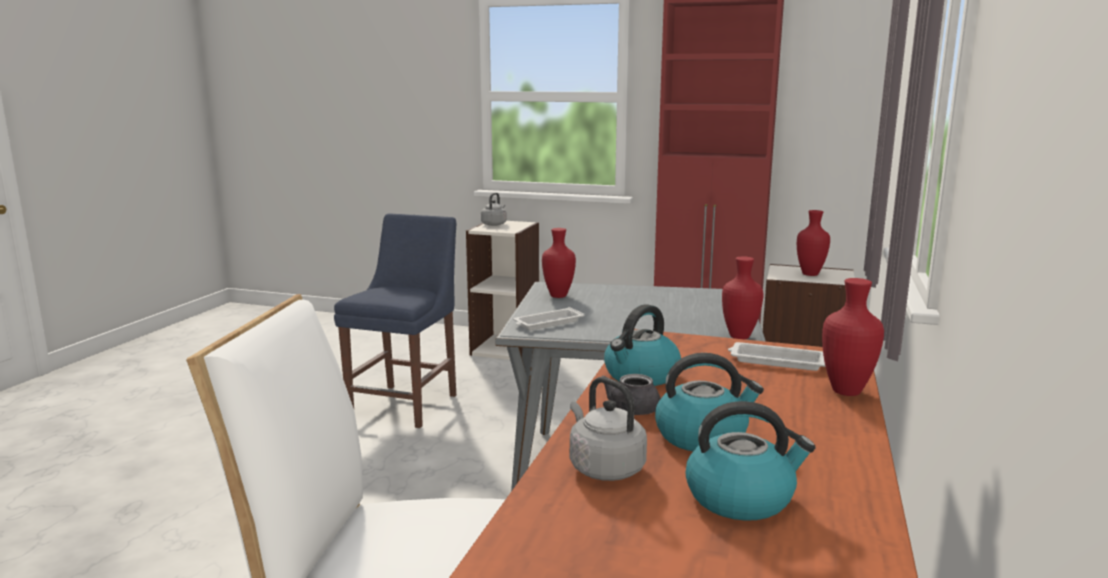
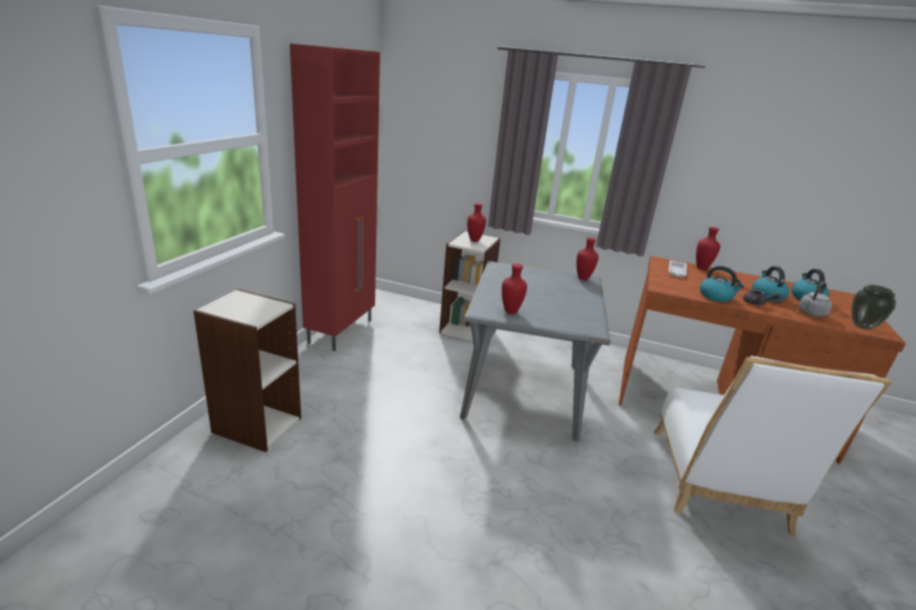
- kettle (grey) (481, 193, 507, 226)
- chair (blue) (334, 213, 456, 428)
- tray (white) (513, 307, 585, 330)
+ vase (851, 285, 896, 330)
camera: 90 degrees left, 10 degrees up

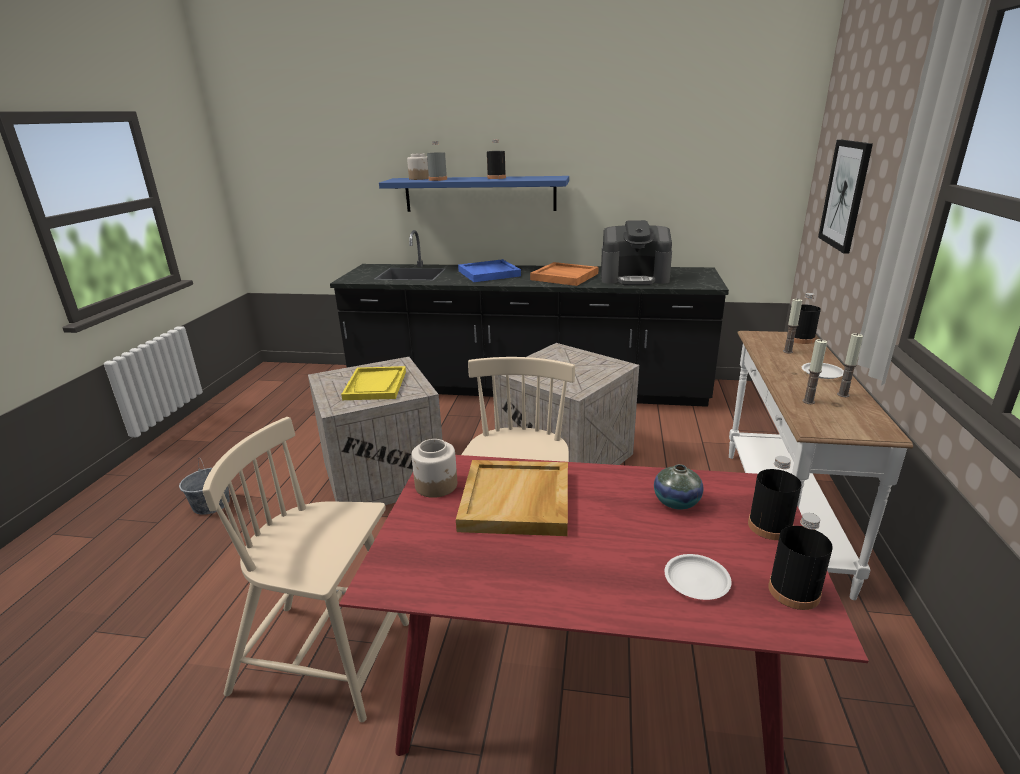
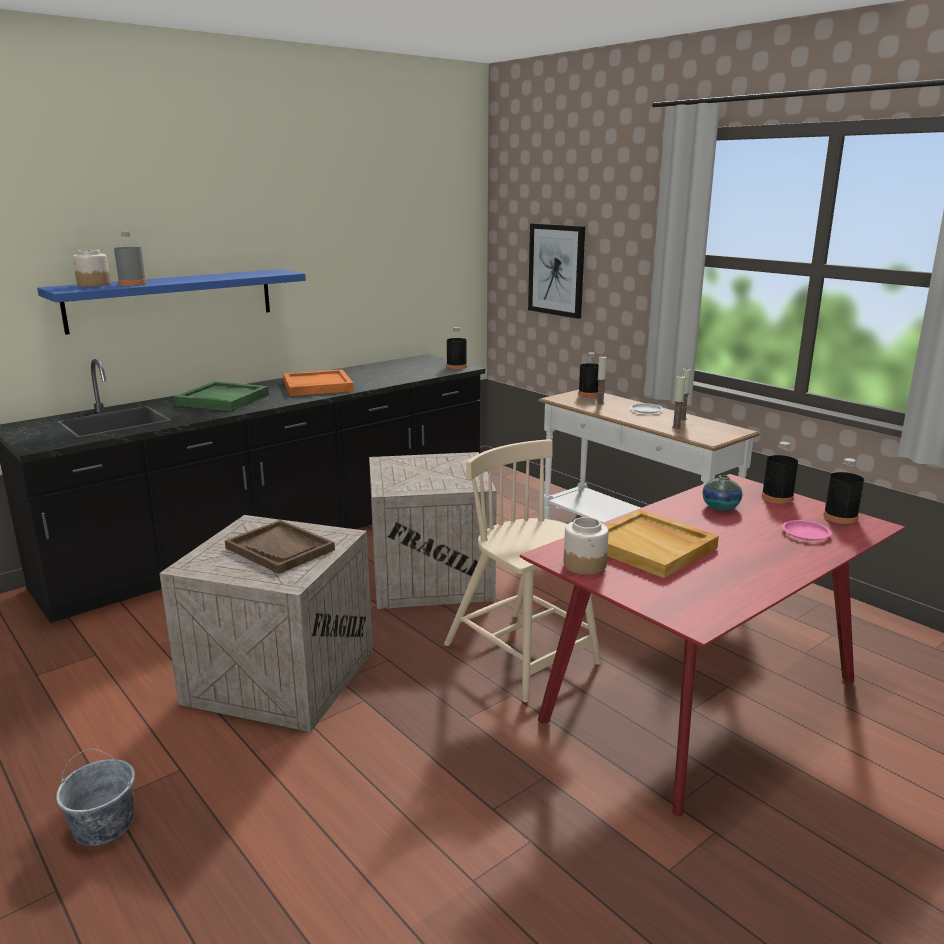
~ bottle (black) (487, 139, 506, 179) to (447, 327, 467, 369)
- coffee machine (601, 220, 672, 285)
~ tray (blue) (458, 259, 521, 282) to tray (green) (174, 381, 269, 411)
~ tray (yellow) (341, 366, 406, 400) to tray (brown) (225, 520, 335, 574)
- chair (beige) (202, 417, 409, 722)
~ plate (white) (665, 554, 732, 600) to plate (pink) (782, 520, 832, 540)
camera: 50 degrees left, 5 degrees down

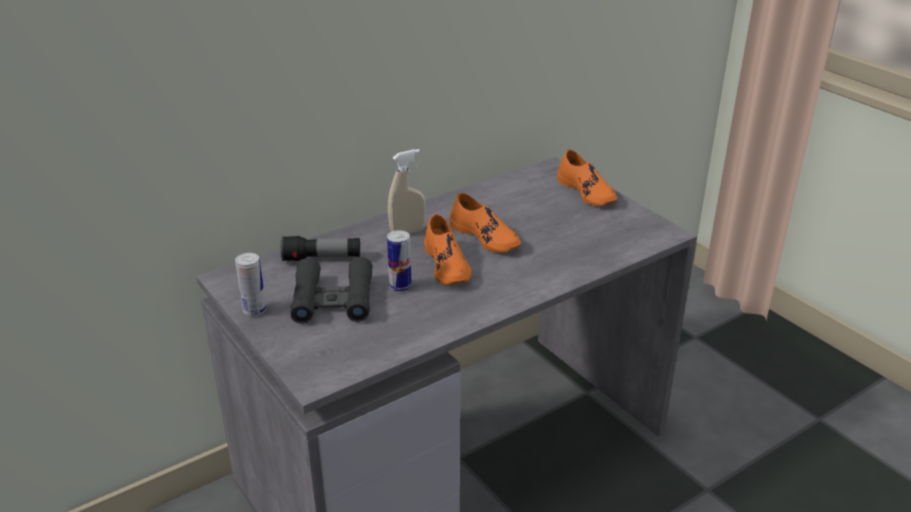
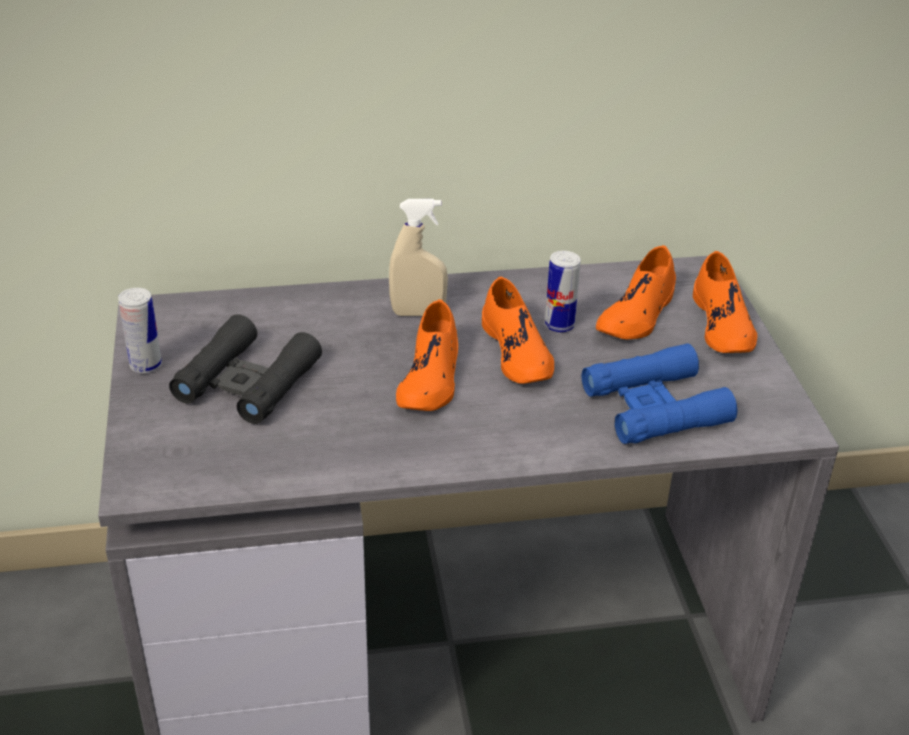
~ can (387, 230, 412, 292) to (545, 251, 581, 333)
- flashlight (281, 236, 360, 261)
+ shoe (orange) (596, 245, 676, 339)
+ binoculars (blue) (582, 343, 737, 444)
camera: 25 degrees right, 5 degrees up

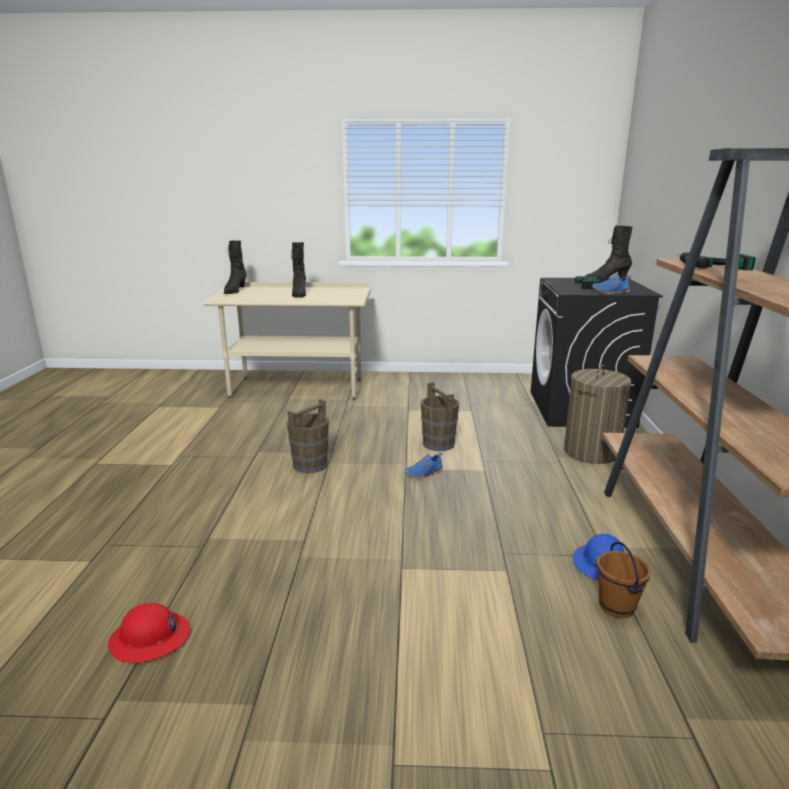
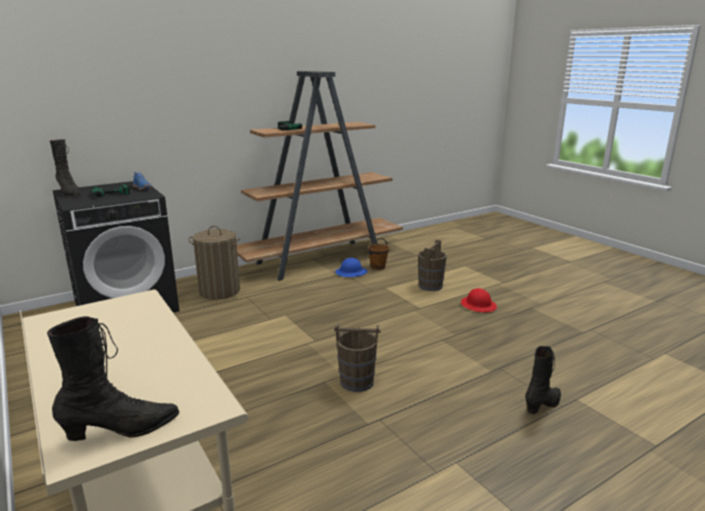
~ boot (black) (291, 242, 306, 298) to (525, 346, 561, 414)
~ bucket (brown) (421, 382, 459, 451) to (418, 240, 447, 291)
- shoe (blue) (405, 453, 443, 479)
~ hard hat (red) (108, 603, 190, 663) to (461, 288, 497, 312)
camera: 125 degrees left, 0 degrees up

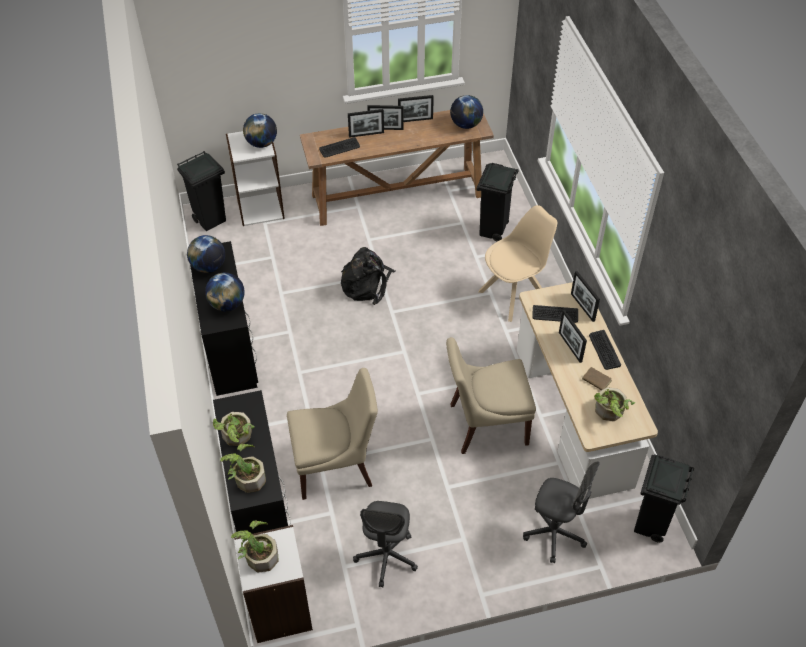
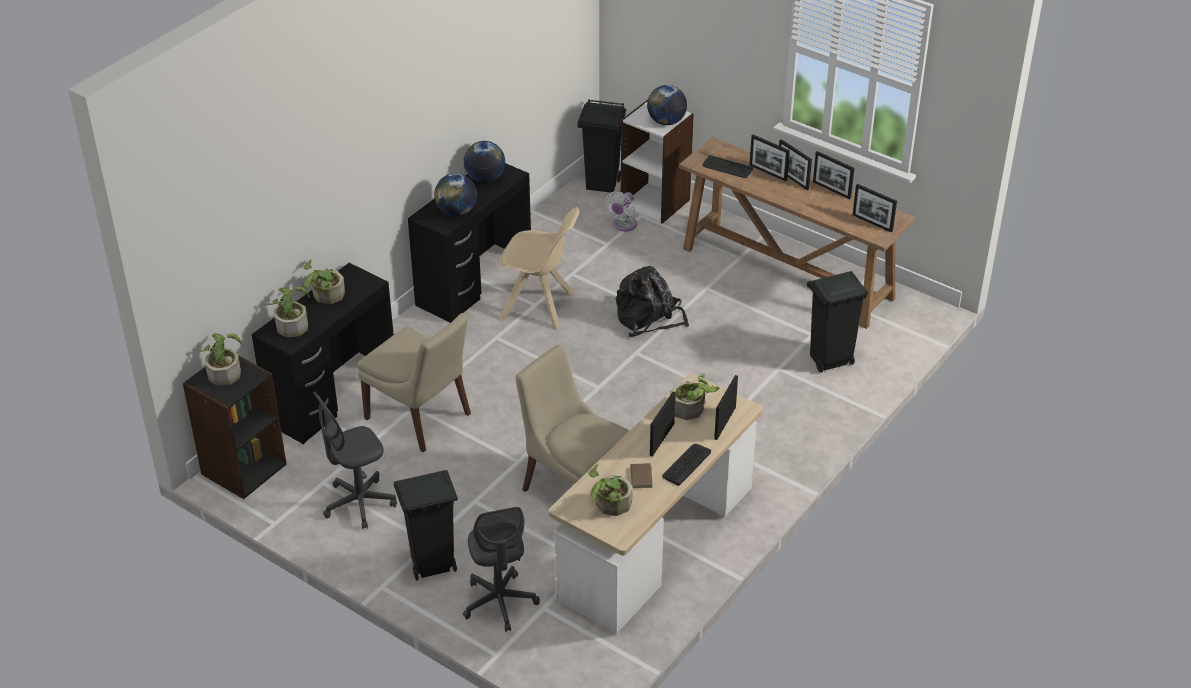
~ globe (450, 95, 483, 129) to picture frame (853, 184, 897, 233)
~ chair (beige) (479, 205, 557, 322) to (499, 207, 580, 329)
~ keyboard (532, 305, 578, 323) to potted plant (670, 373, 720, 420)
~ trash can (black) (634, 454, 694, 543) to (394, 470, 458, 580)
~ bookcase (white) (234, 525, 313, 643) to bookcase (black) (183, 355, 287, 499)
+ fan (white) (605, 191, 637, 231)
camera: 50 degrees right, 10 degrees down

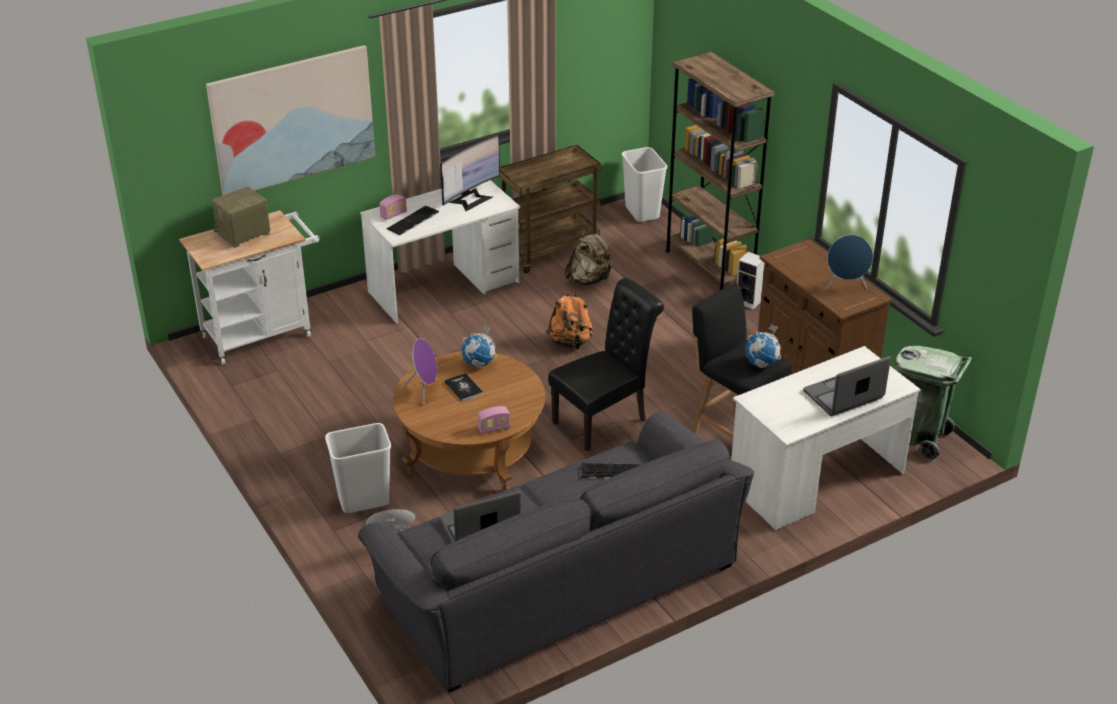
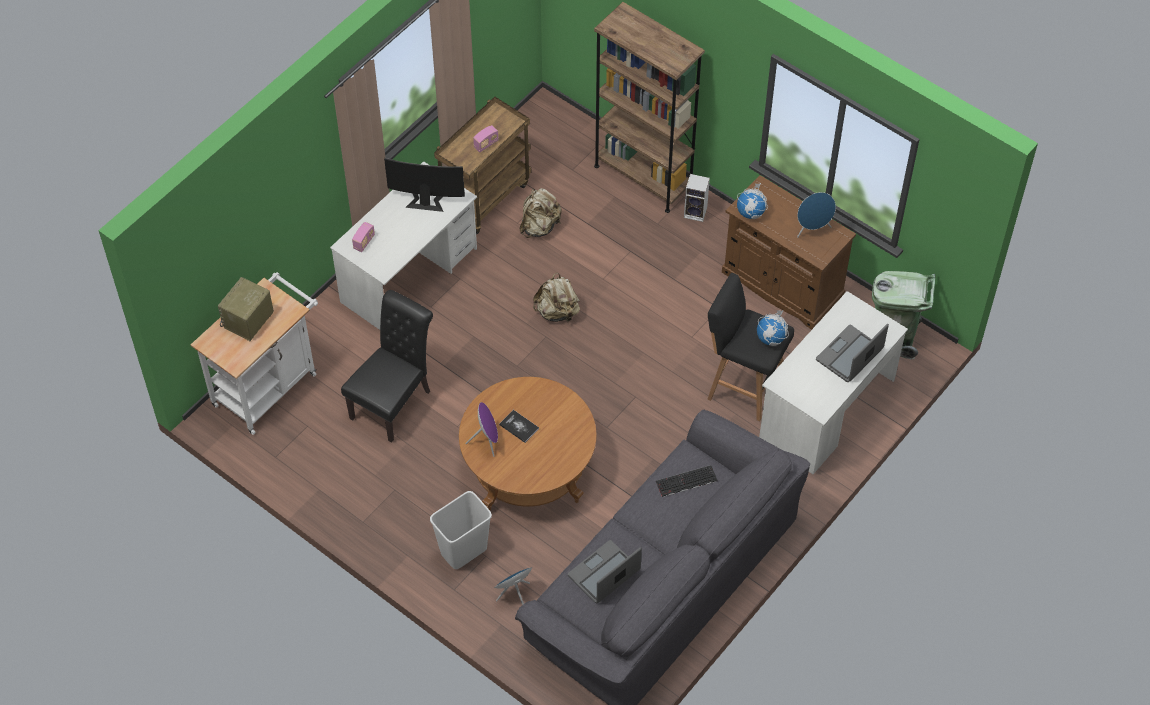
- picture (206, 45, 375, 195)
~ monitor (440, 135, 500, 211) = (384, 158, 465, 212) 105 degrees counterclockwise
- trash can (white) (621, 147, 667, 222)
- keyboard (387, 206, 439, 235)
~ chair (black) (548, 278, 664, 451) to (341, 290, 433, 443)
~ backpack (orange) (546, 289, 593, 350) to backpack (beige) (533, 272, 580, 322)
~ globe (462, 325, 497, 368) to (737, 183, 768, 219)
~ radio (478, 406, 510, 434) to (473, 125, 499, 152)
camera: 20 degrees left, 20 degrees up

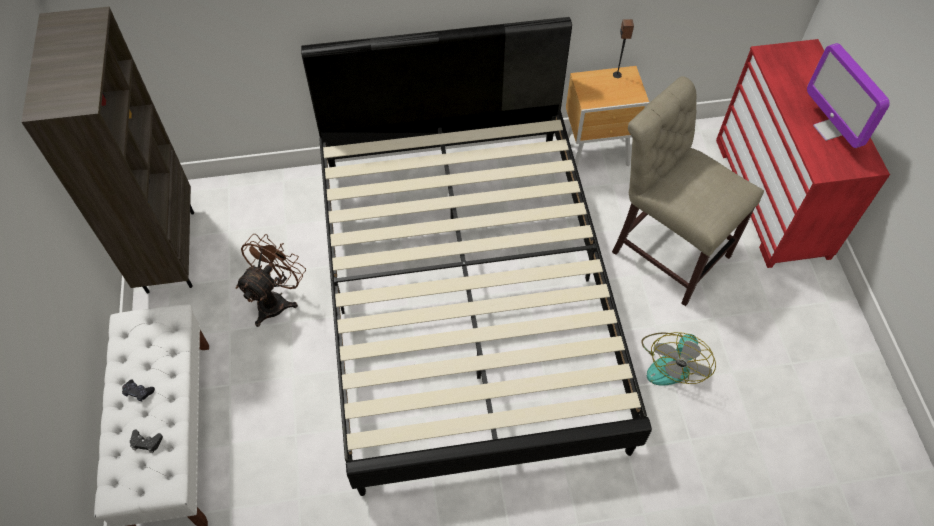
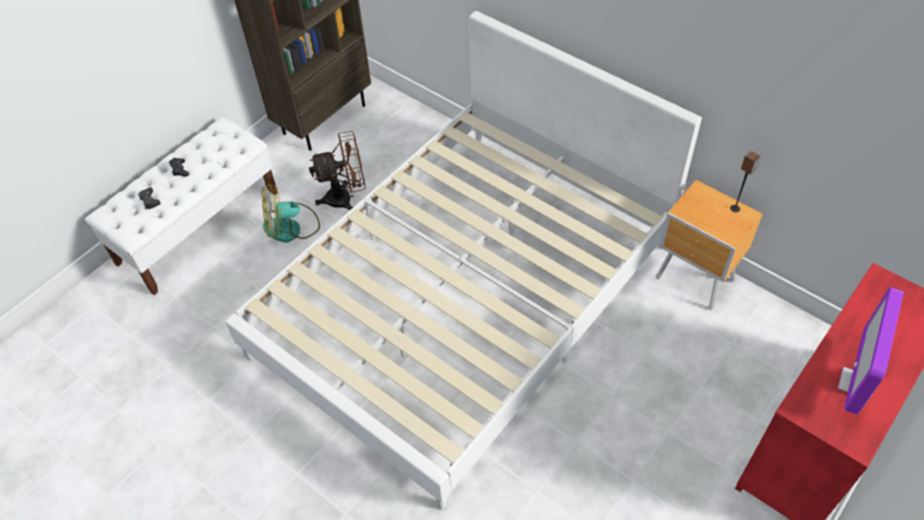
~ bed (black) (301, 17, 652, 496) to bed (white) (226, 11, 702, 510)
- chair (beige) (612, 76, 764, 306)
~ fan (641, 332, 716, 385) to (262, 183, 320, 242)
camera: 50 degrees right, 5 degrees down

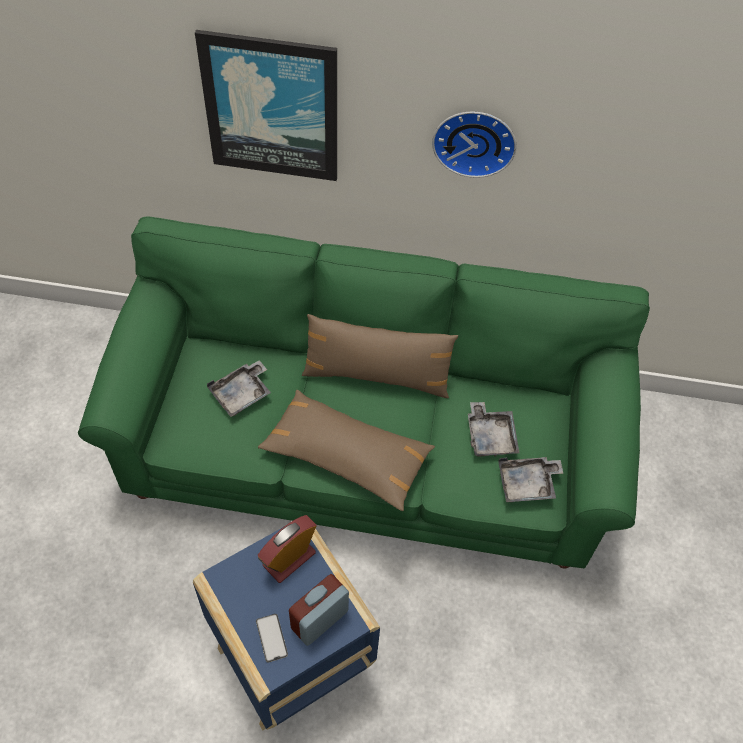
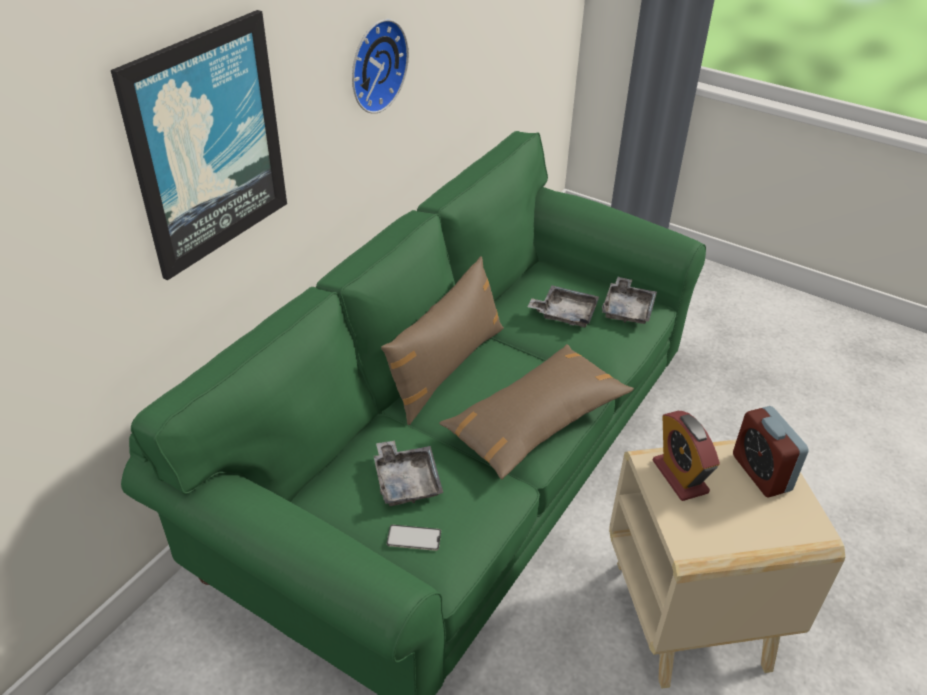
~ side table (blue) (193, 526, 380, 731) to side table (beige) (609, 440, 845, 689)
~ phone (256, 614, 288, 662) to (387, 525, 441, 551)
camera: 65 degrees left, 15 degrees down

